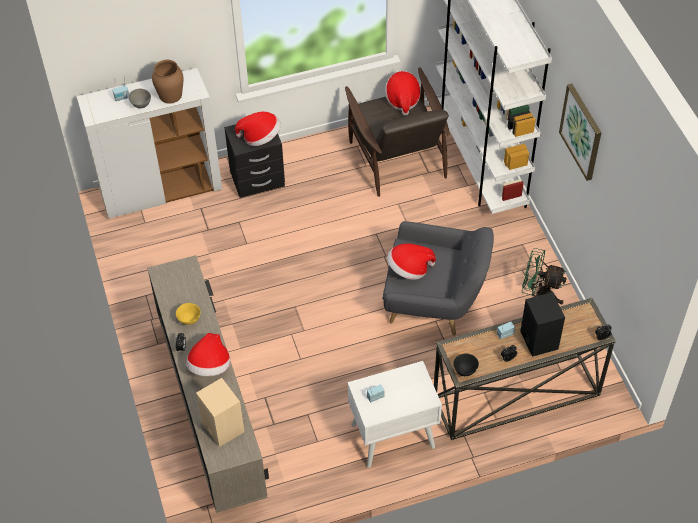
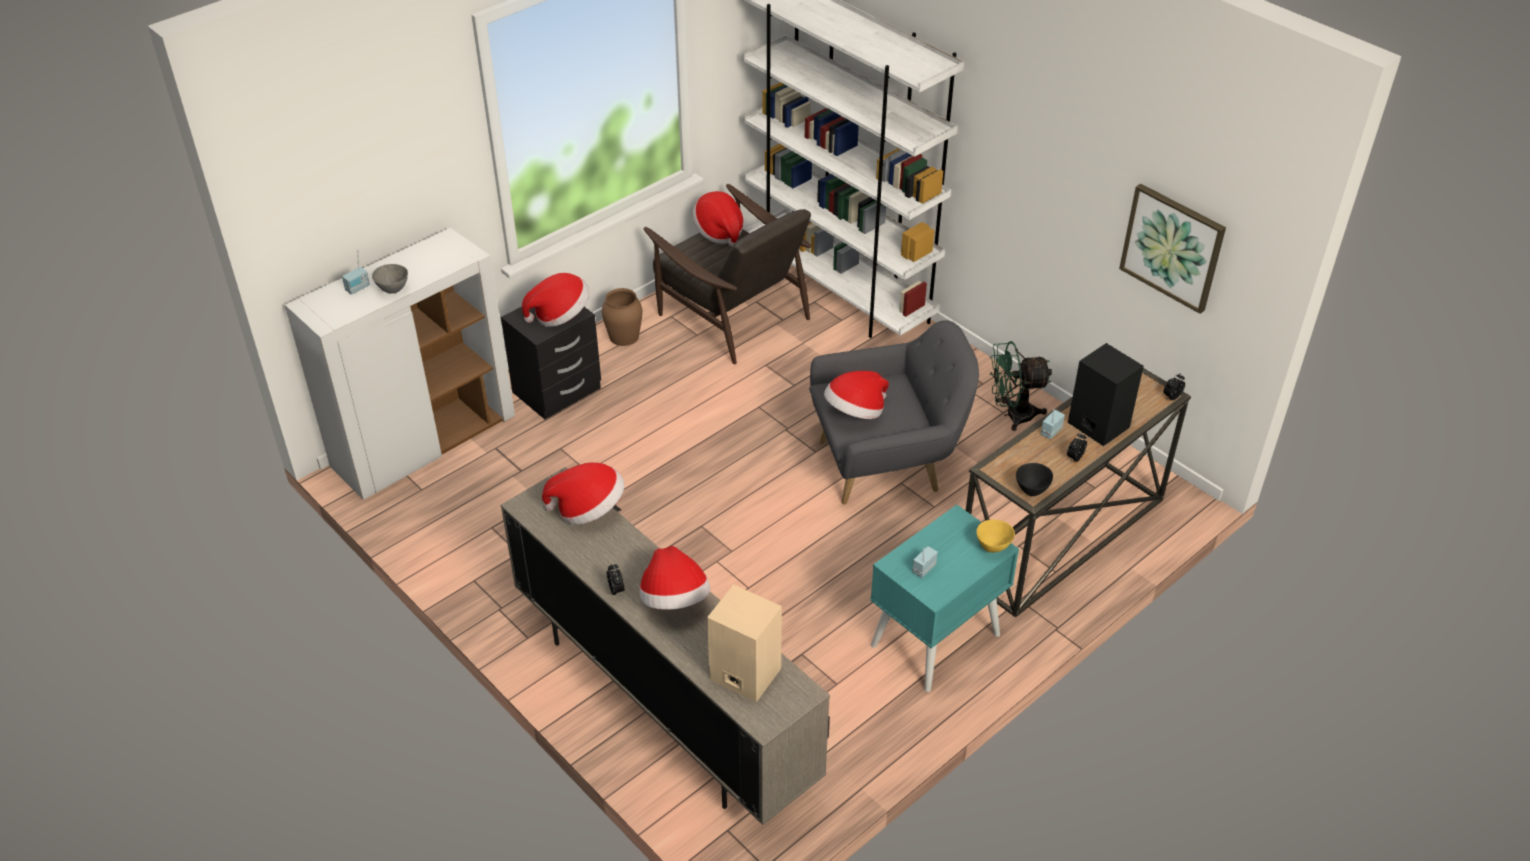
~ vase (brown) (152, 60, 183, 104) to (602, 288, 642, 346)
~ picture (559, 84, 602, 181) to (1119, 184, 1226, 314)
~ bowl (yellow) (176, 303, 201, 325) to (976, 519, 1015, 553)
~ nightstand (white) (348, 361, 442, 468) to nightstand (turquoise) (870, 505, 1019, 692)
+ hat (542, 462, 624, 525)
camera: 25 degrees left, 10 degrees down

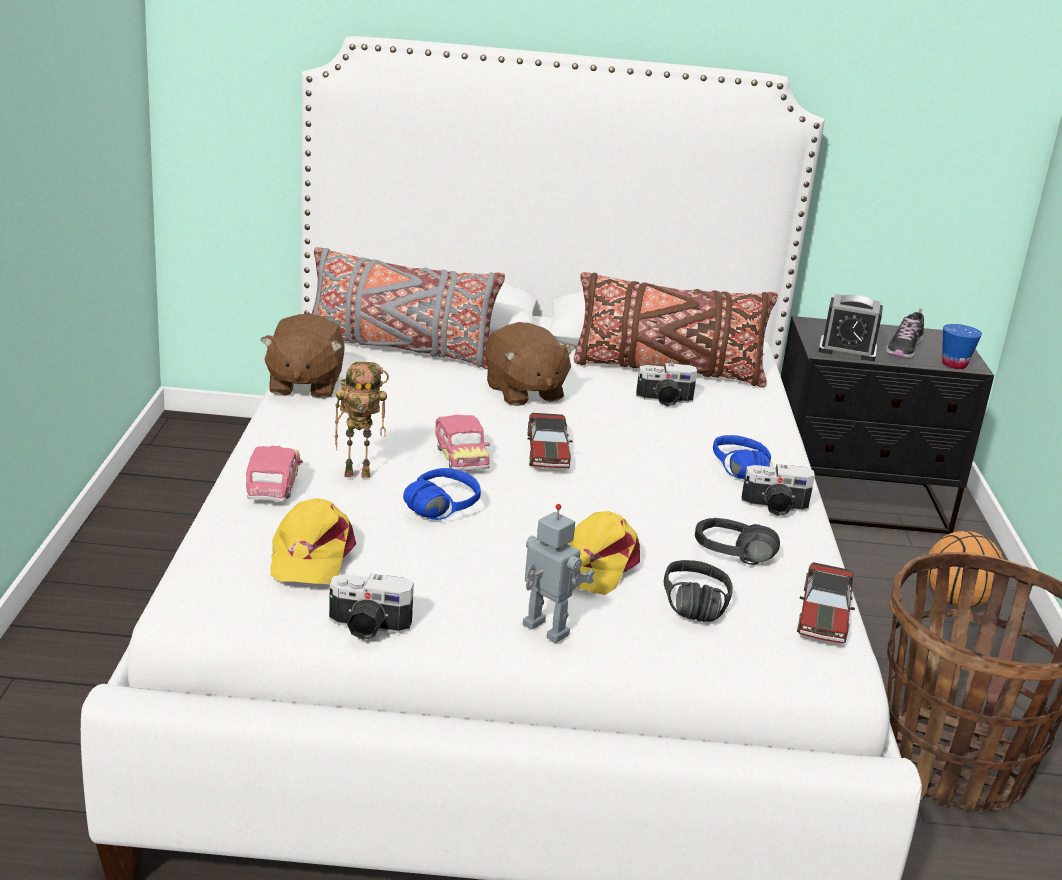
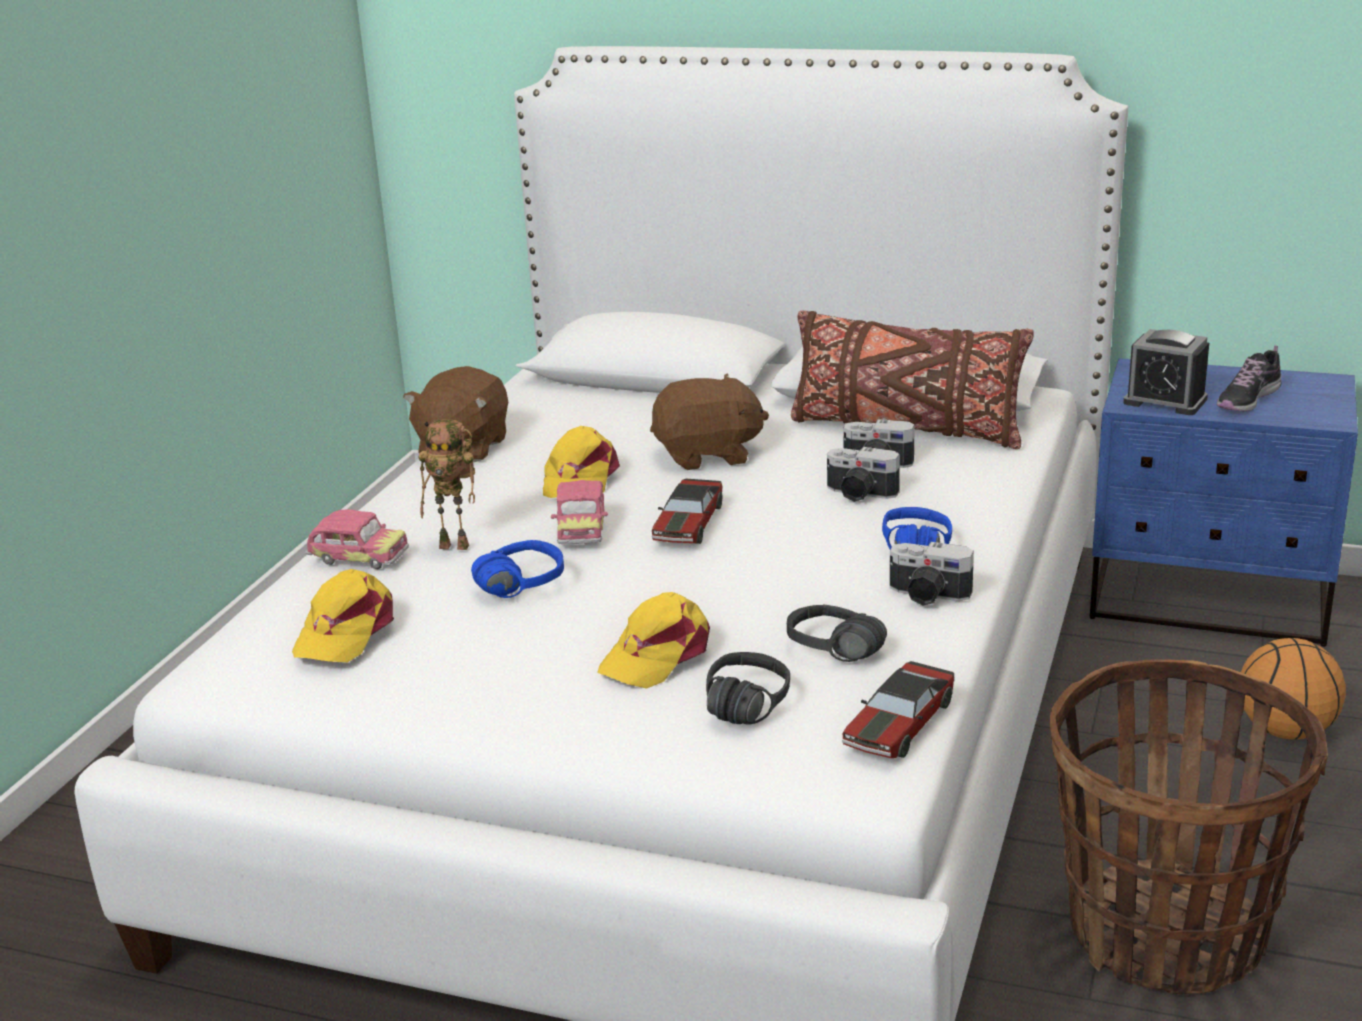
- pillow (grey) (312, 247, 505, 369)
~ nightstand (black) (781, 316, 994, 535) to nightstand (blue) (1089, 358, 1358, 647)
~ plush toy (brown) (485, 322, 576, 406) = (650, 374, 769, 470) 90 degrees counterclockwise
- cup (blue) (942, 324, 982, 369)
~ toy car (246, 445, 303, 502) = (305, 509, 409, 569) 90 degrees clockwise
- toy robot (523, 504, 595, 643)
~ photo camera (329, 573, 414, 640) to (827, 447, 900, 502)
+ cap (yellow) (543, 426, 620, 498)
camera: 20 degrees right, 0 degrees up

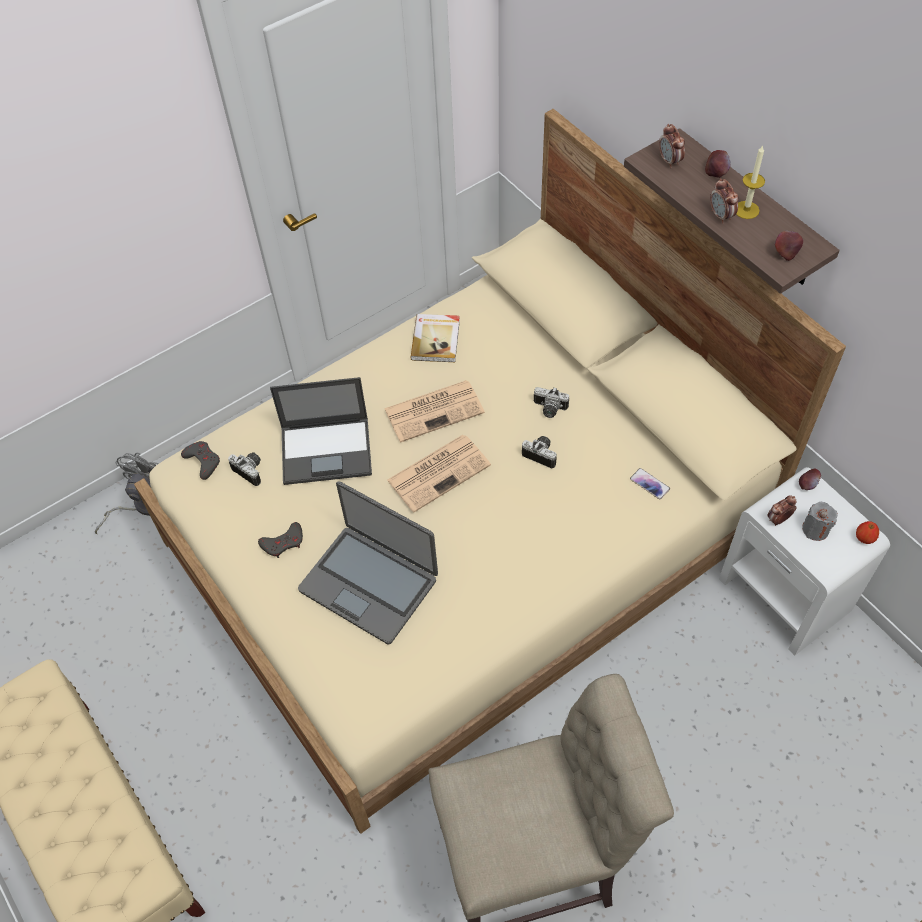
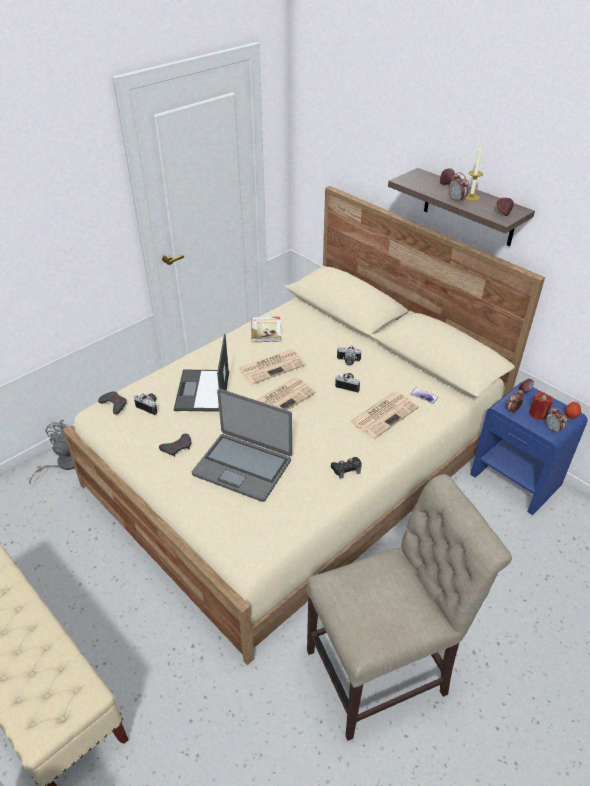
~ alarm clock (659, 124, 685, 168) to (546, 407, 567, 434)
~ laptop (270, 377, 372, 485) = (174, 334, 229, 412) 105 degrees clockwise
~ nightstand (white) (719, 467, 890, 656) to nightstand (blue) (470, 382, 588, 515)
~ candle (grey) (802, 502, 838, 541) to candle (red) (529, 392, 553, 420)
+ newspaper (350, 392, 419, 439)
+ game controller (black) (331, 457, 362, 479)
camera: 10 degrees left, 15 degrees down

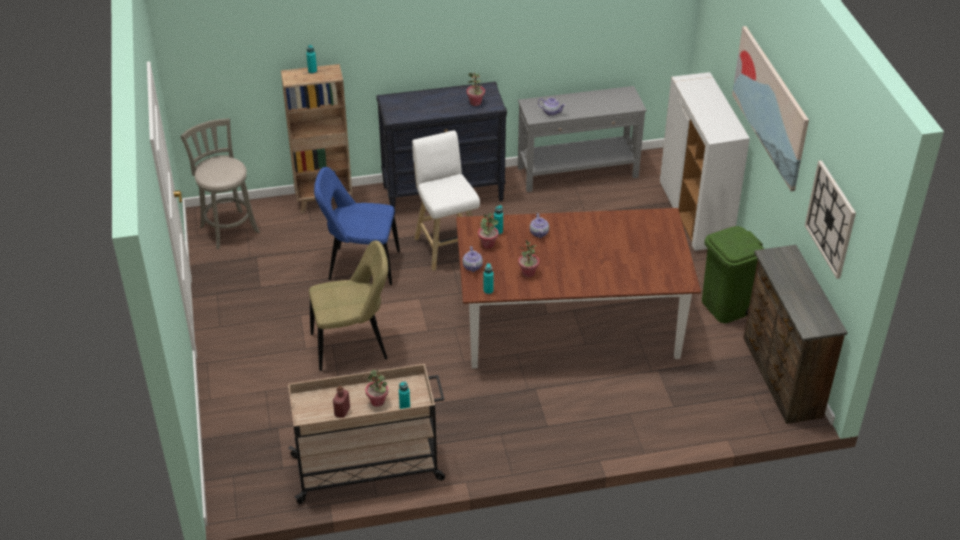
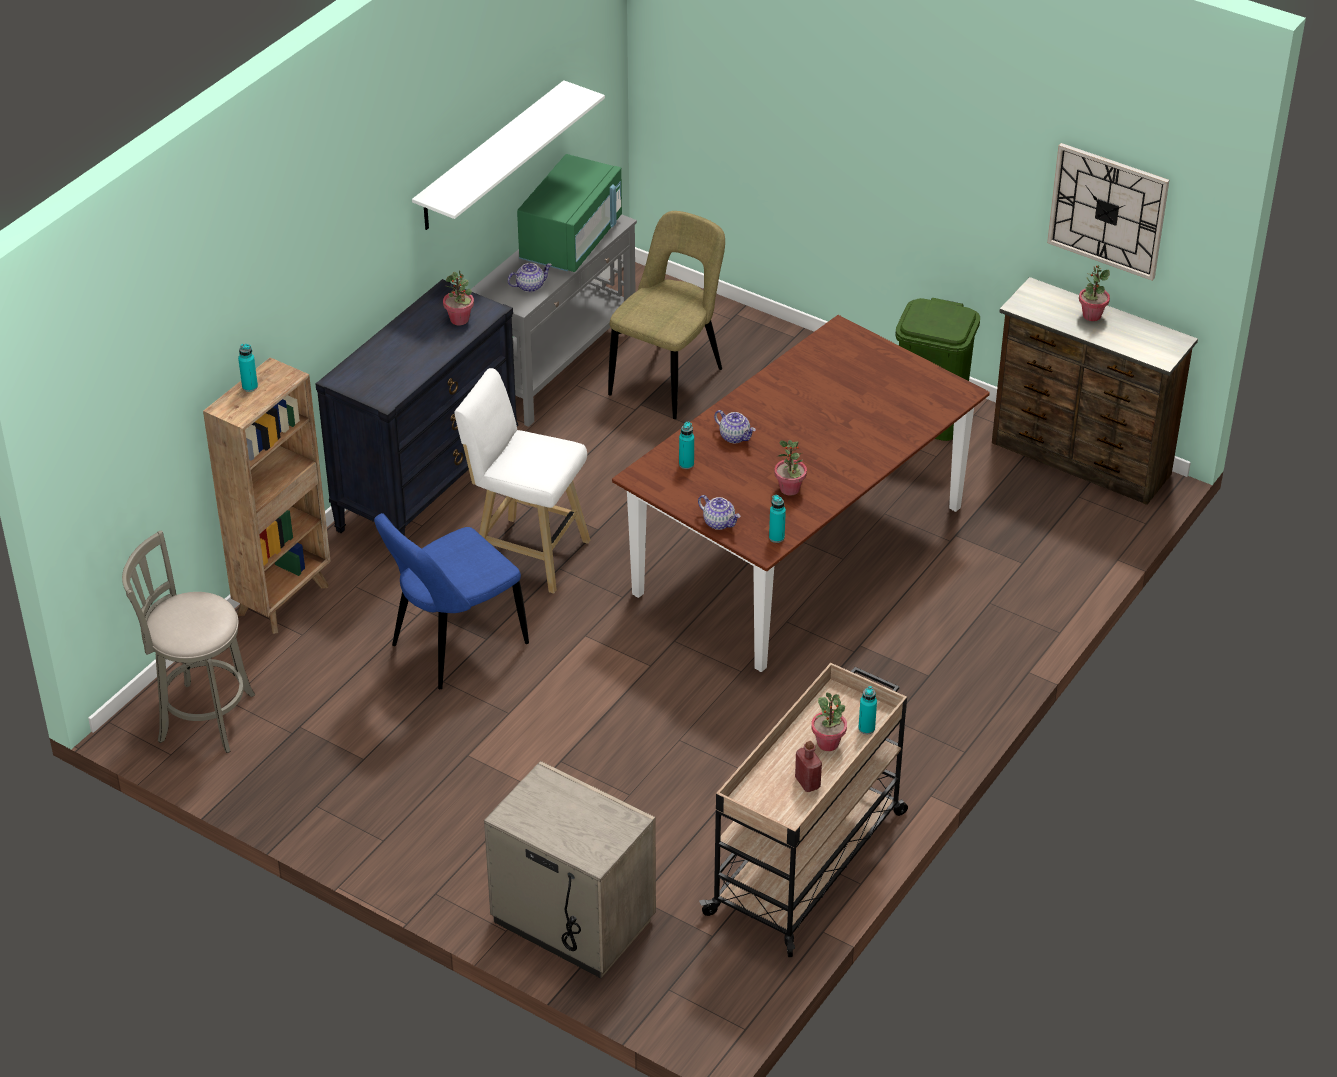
- picture (732, 26, 809, 191)
- cabinet (white) (660, 72, 750, 251)
~ potted plant (478, 213, 499, 249) to (1079, 265, 1110, 321)
~ chair (beige) (309, 241, 388, 371) to (608, 211, 725, 419)
+ shelf (white) (412, 80, 605, 230)
+ microwave (green) (517, 154, 622, 272)
+ nightstand (beige) (484, 761, 656, 978)
camera: 45 degrees left, 0 degrees up

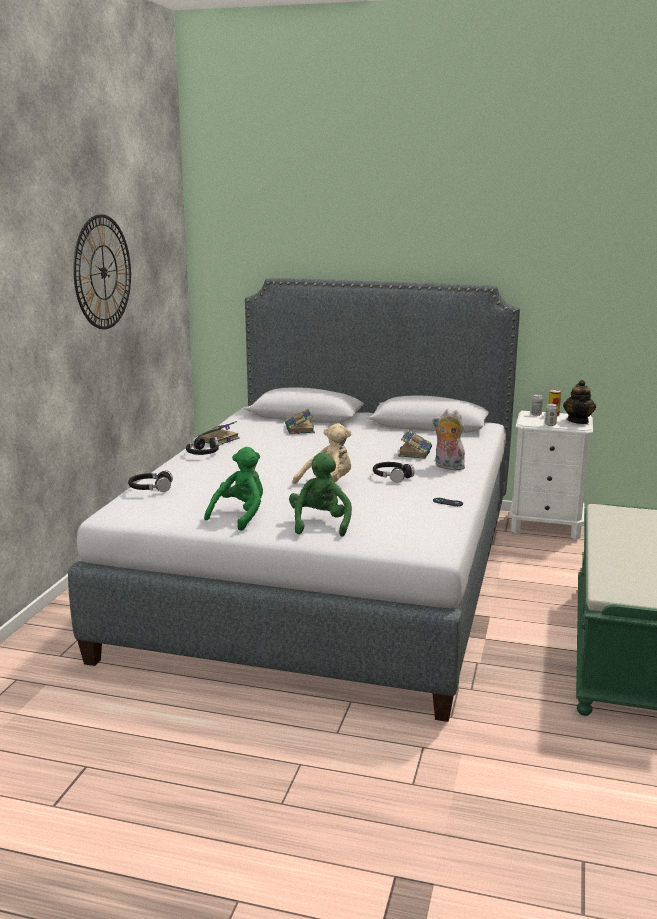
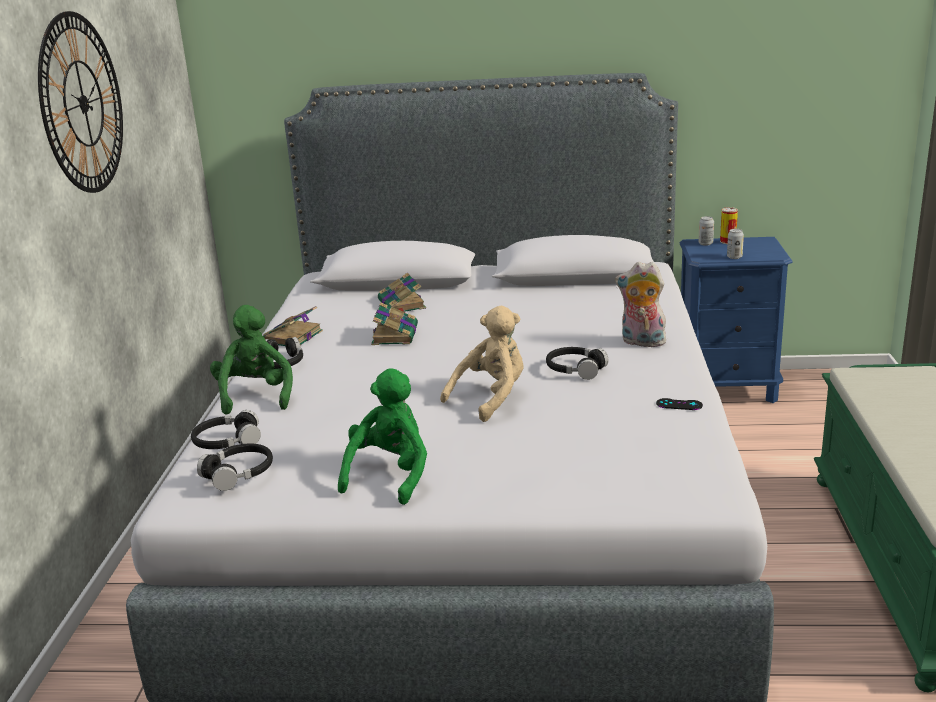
- teapot (563, 380, 596, 424)
~ nightstand (white) (509, 411, 593, 540) to nightstand (blue) (680, 237, 793, 403)
~ book (398, 430, 432, 459) to (371, 302, 418, 345)
~ plush toy (green) (289, 452, 352, 537) to (210, 305, 293, 415)
+ headphones (black) (197, 444, 273, 491)
camera: 10 degrees left, 5 degrees up

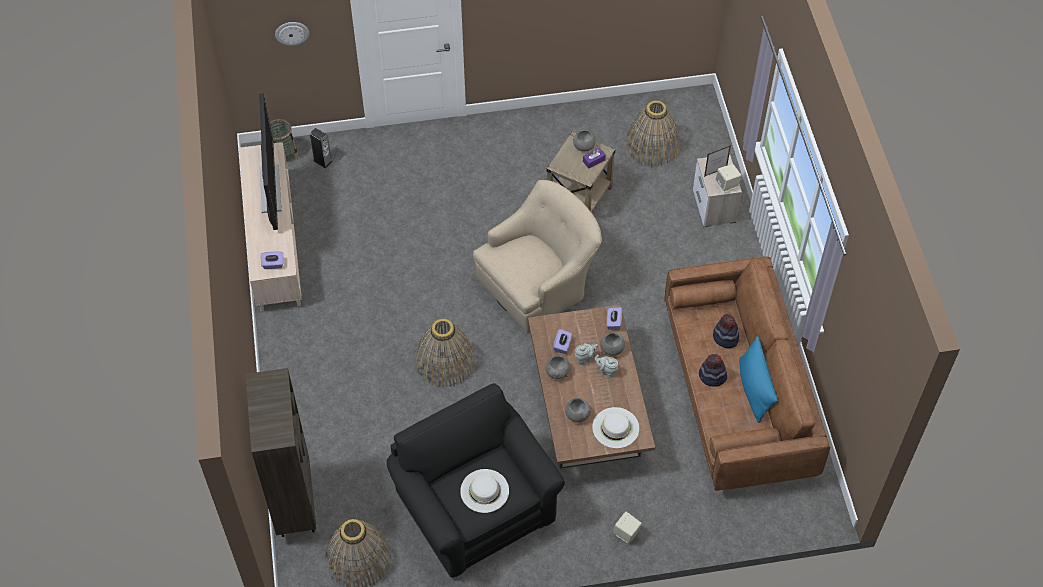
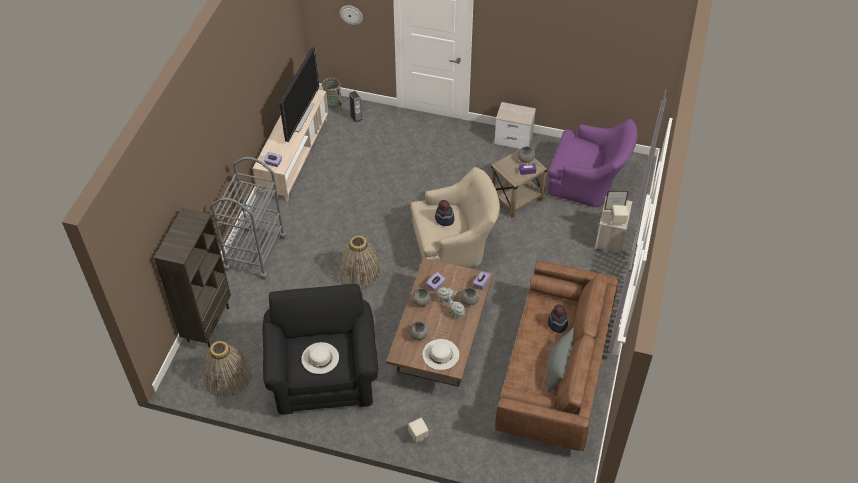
~ basket (626, 101, 680, 167) to armchair (purple) (548, 119, 638, 207)
~ pillow (blue) (739, 336, 778, 423) to pillow (grey) (547, 327, 575, 393)
~ hat (699, 354, 727, 387) to (435, 200, 454, 226)
+ nightstand (494, 102, 536, 149)
+ cart (grey) (211, 157, 287, 280)
camera: 25 degrees right, 5 degrees down

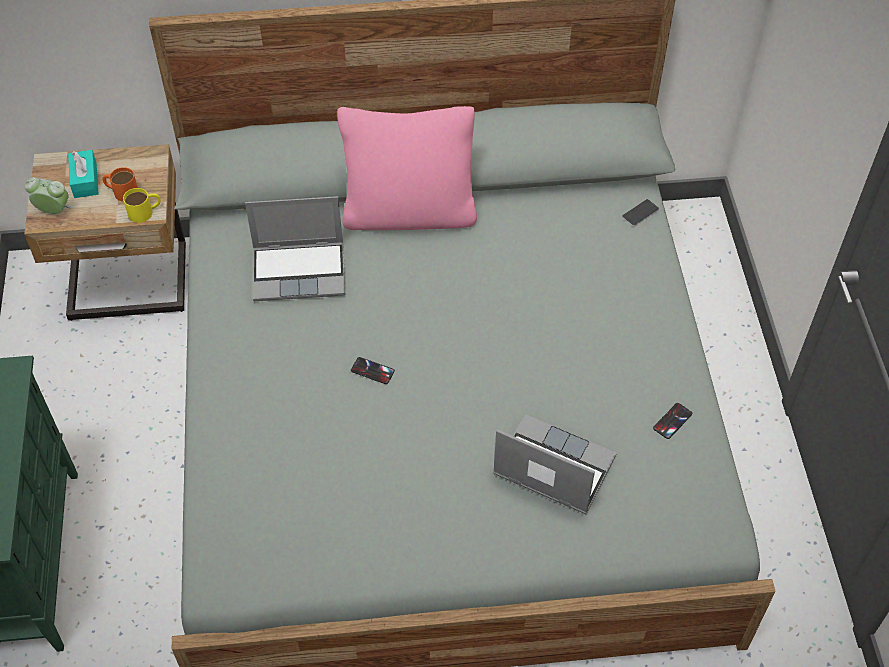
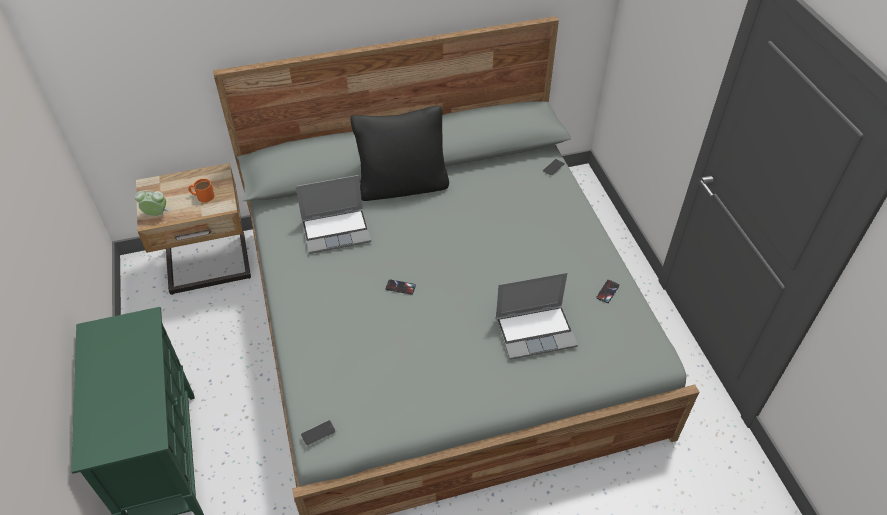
~ pillow (pink) (337, 106, 477, 230) to pillow (black) (350, 106, 449, 201)
- tissue box (turquoise) (68, 150, 99, 198)
- mug (yellow) (123, 188, 161, 223)
~ laptop (493, 414, 617, 514) = (496, 272, 578, 360) 150 degrees clockwise
+ phone (301, 420, 336, 446)
camera: 10 degrees left, 5 degrees down

